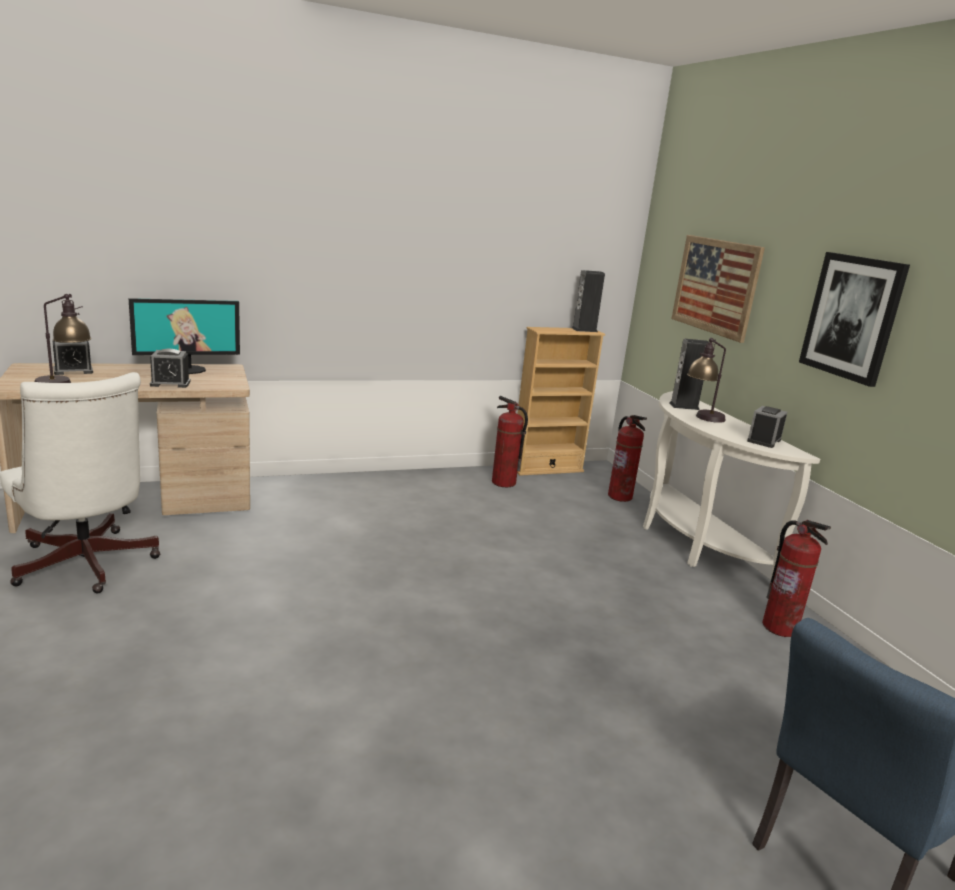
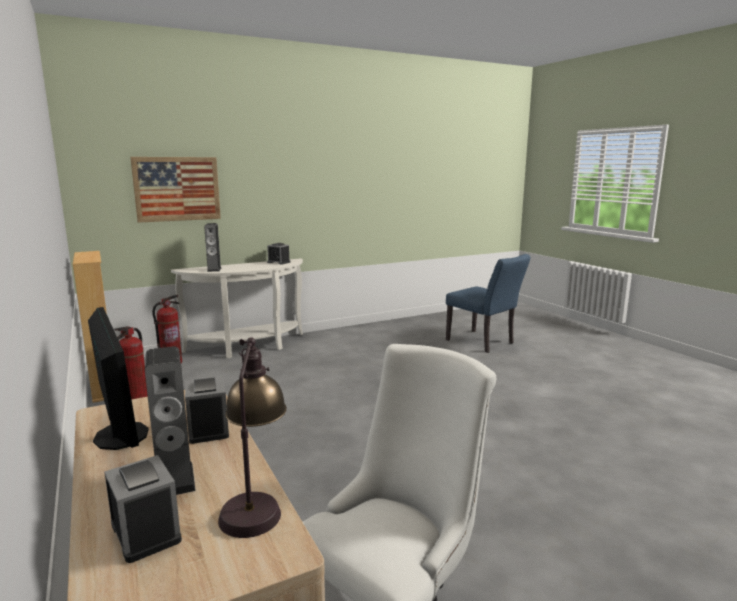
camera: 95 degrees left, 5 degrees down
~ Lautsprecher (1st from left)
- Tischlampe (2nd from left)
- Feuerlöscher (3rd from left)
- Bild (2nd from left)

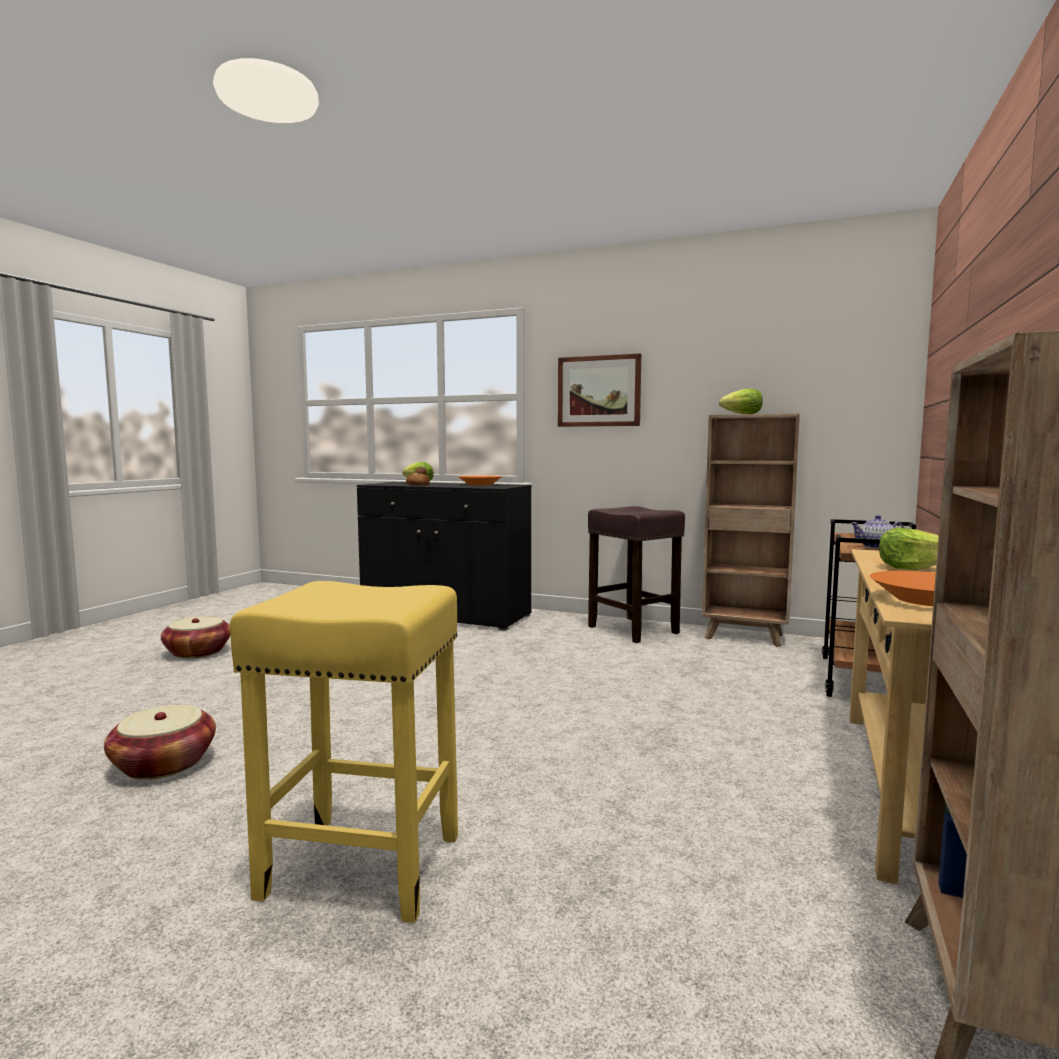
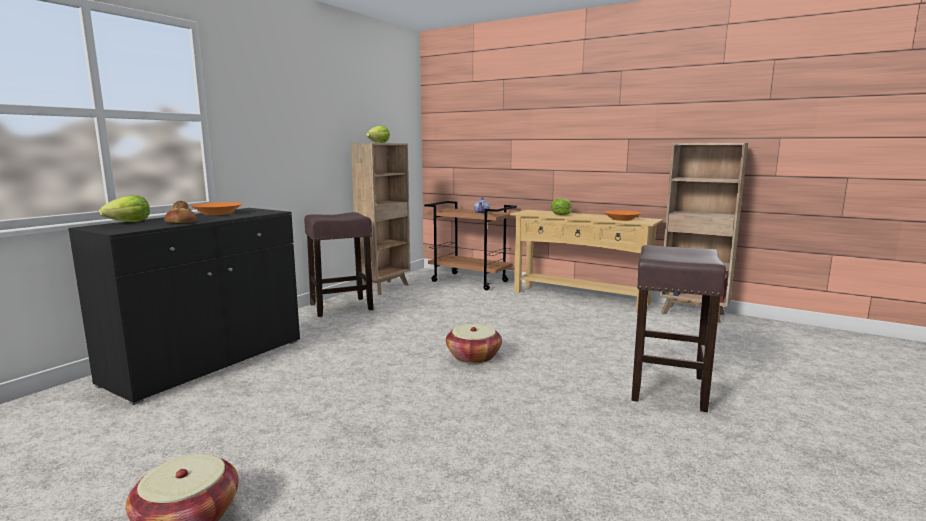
camera: 80 degrees left, 5 degrees up
~ Korb (1st from left in the first image) to Korb (2nd from left)
~ Hocker (gelb) to Hocker (braun) (2nd from left)
- Bild

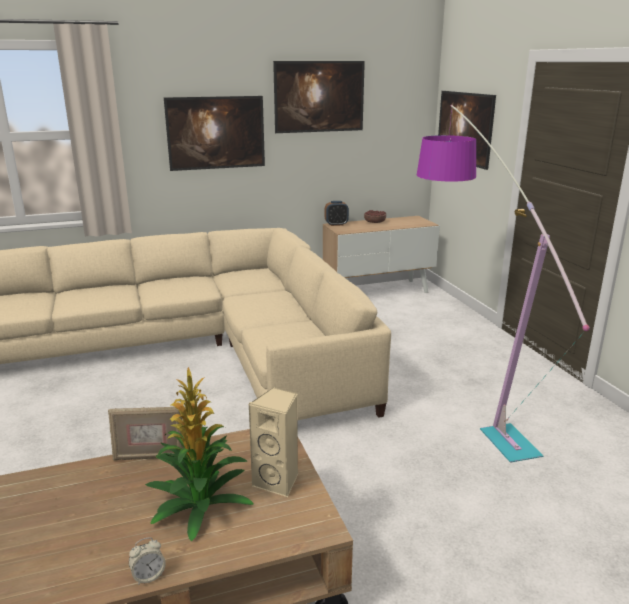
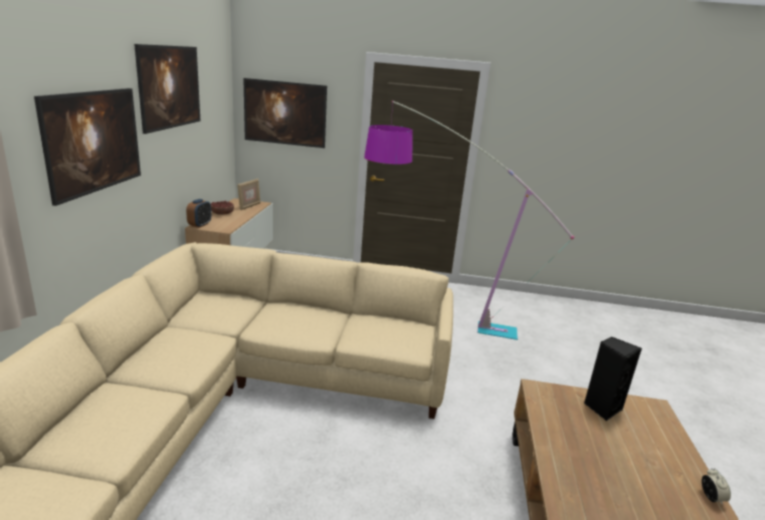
camera: 65 degrees left, 0 degrees up
~ Bilderrahmen
- Topfpflanze
~ Lautsprecher (beige) to Lautsprecher (schwarz)

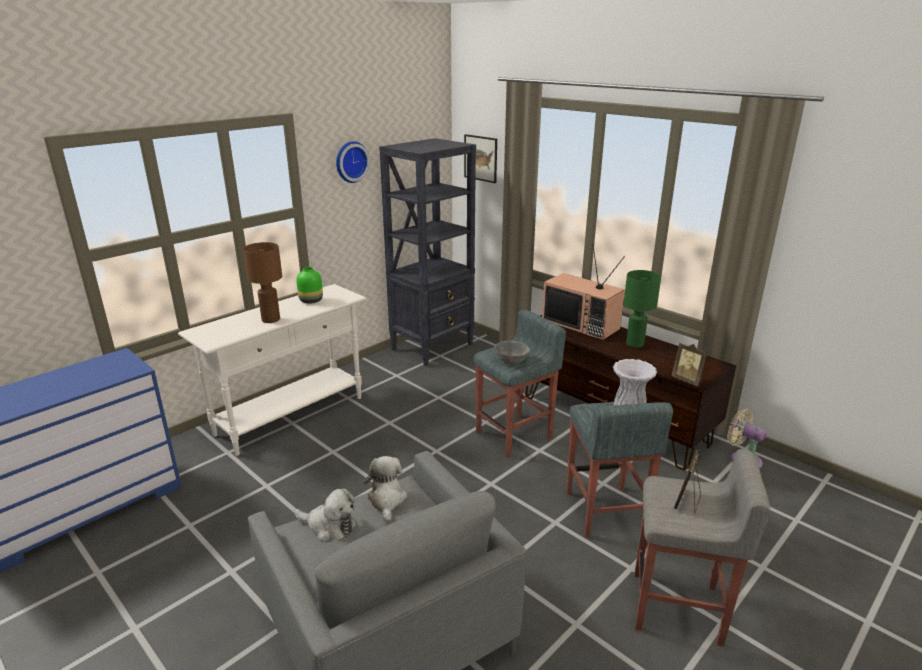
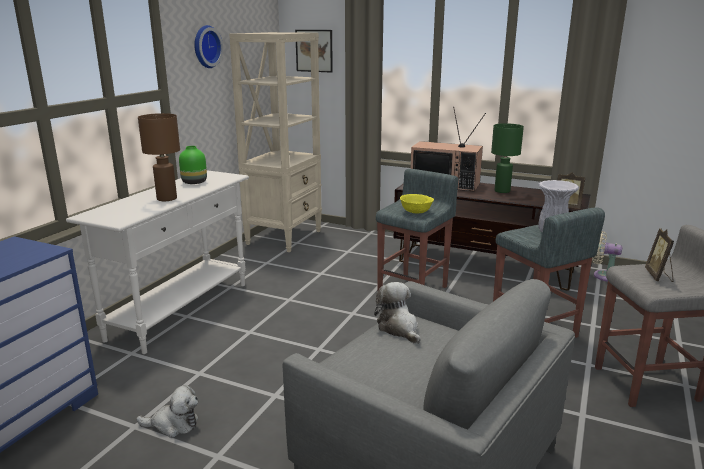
camera: 20 degrees left, 5 degrees down
~ Plüschtier (1st from left)
~ Bücherregal (schwarz) to Bücherregal (beige)
~ Schüssel (grau) to Schüssel (gelb)

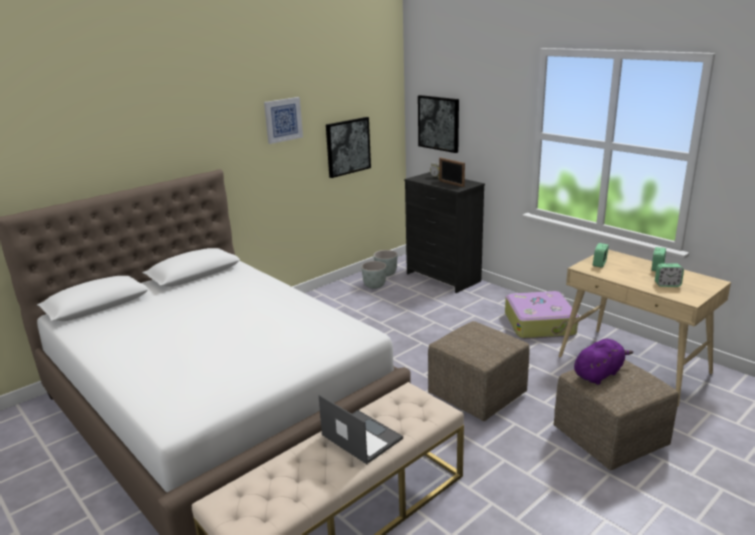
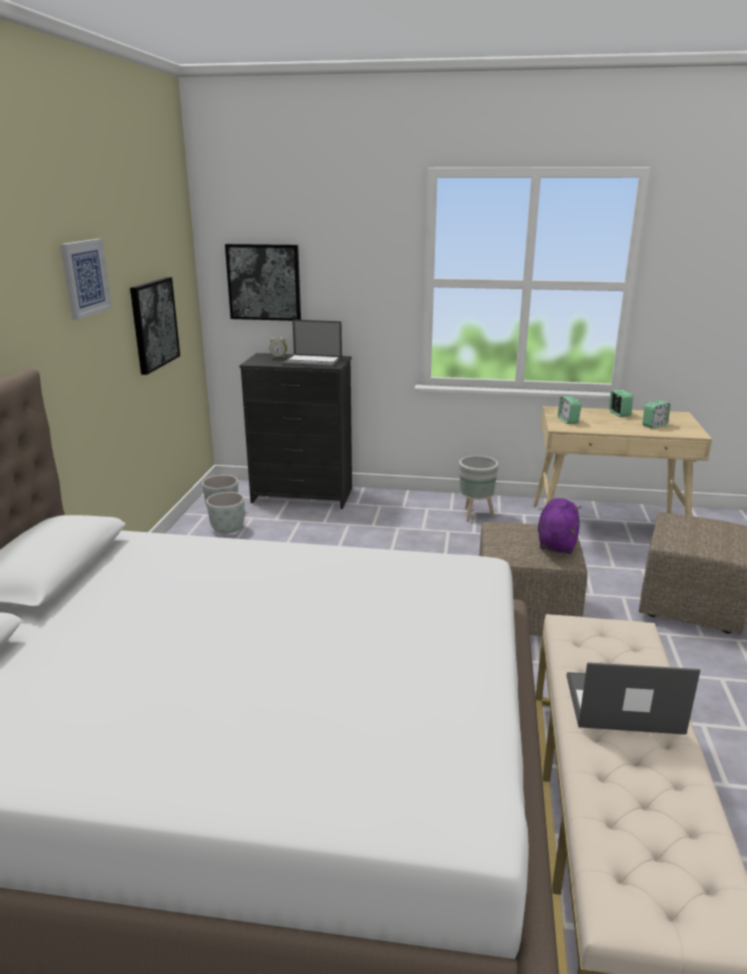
camera: 40 degrees left, 0 degrees up
~ Bilderrahmen to Laptop (1st from left)
~ Koffer to Pflanzkübel (grau) (3rd from left)
~ Plüschtier (lila)

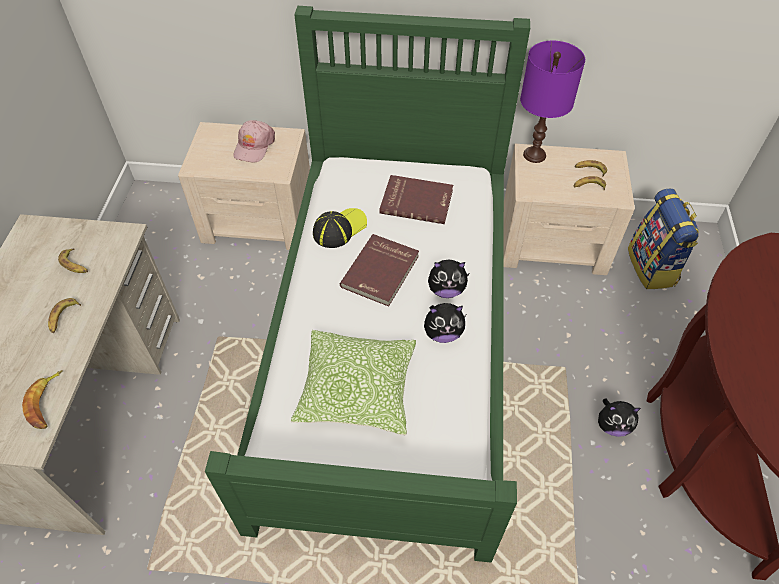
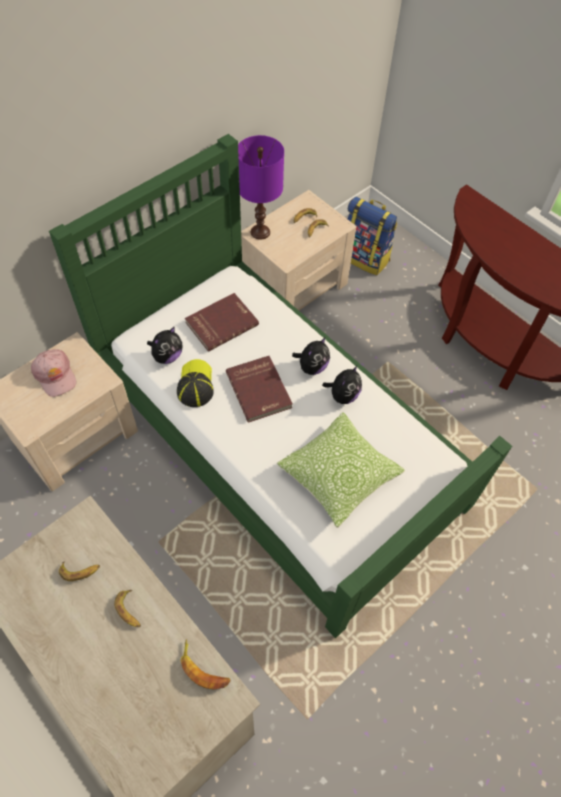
camera: 50 degrees left, 5 degrees up
~ Plüschtier (3rd from left in the first image) to Plüschtier (1st from left)

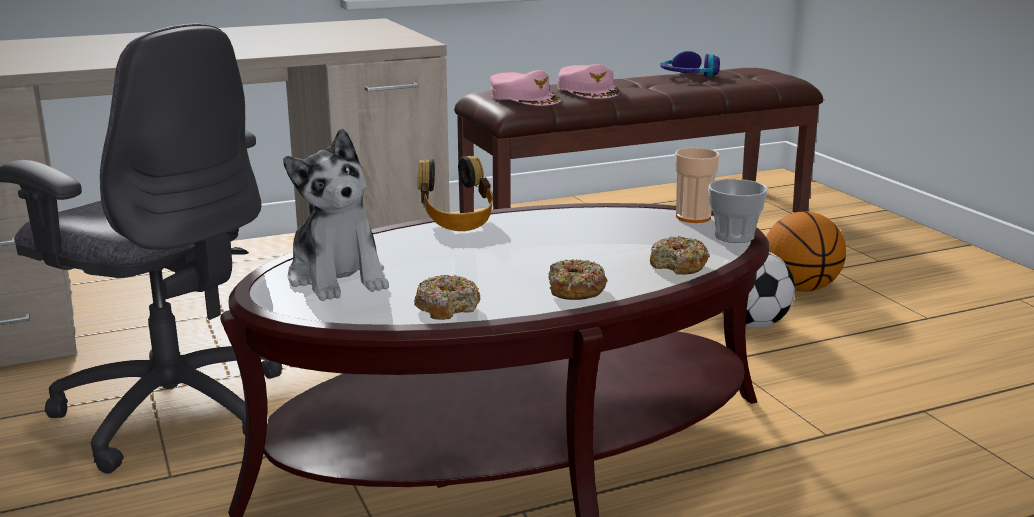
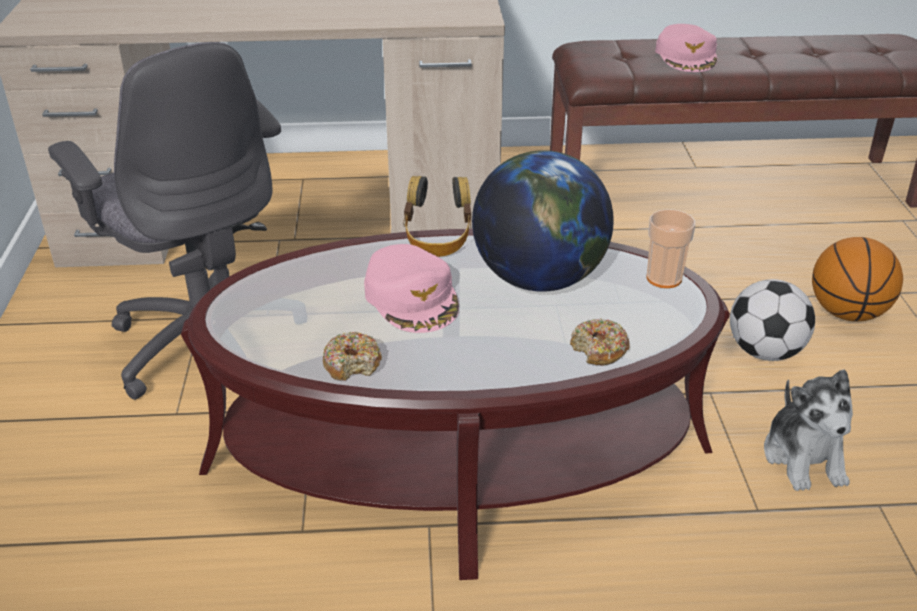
camera: 20 degrees right, 15 degrees up
~ Plüschtier
~ Kappe (rosa) (1st from left)
- Donut (2nd from left)
- Kopfhörer (2nd from left)
- Tasse (2nd from left)
+ Globus

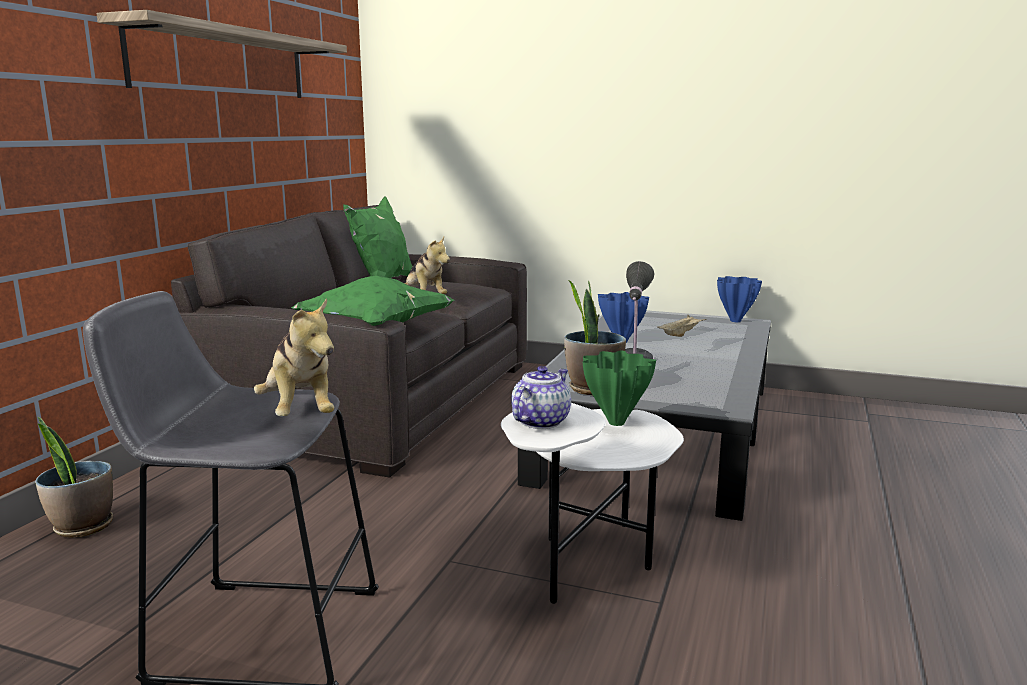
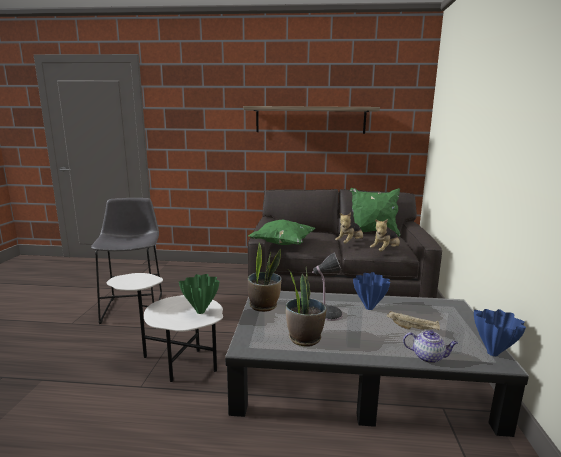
camera: 75 degrees right, 0 degrees up
~ Topfpflanze (1st from left in the first image) to Topfpflanze (2nd from left)
~ Plüschtier (1st from left in the first image) to Plüschtier (2nd from left)
~ Teekanne

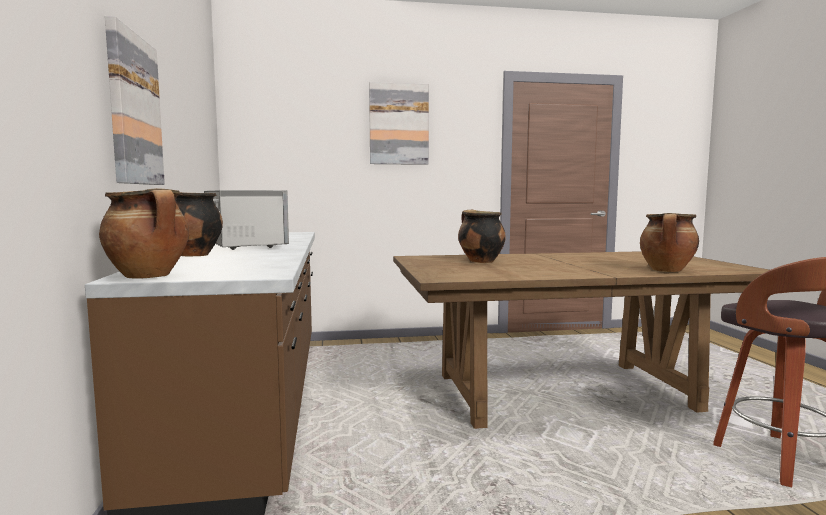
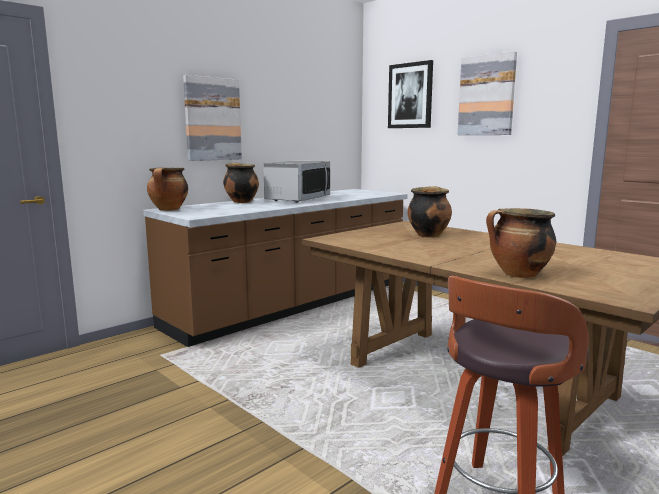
camera: 55 degrees right, 5 degrees up
+ Bild (2nd from left)

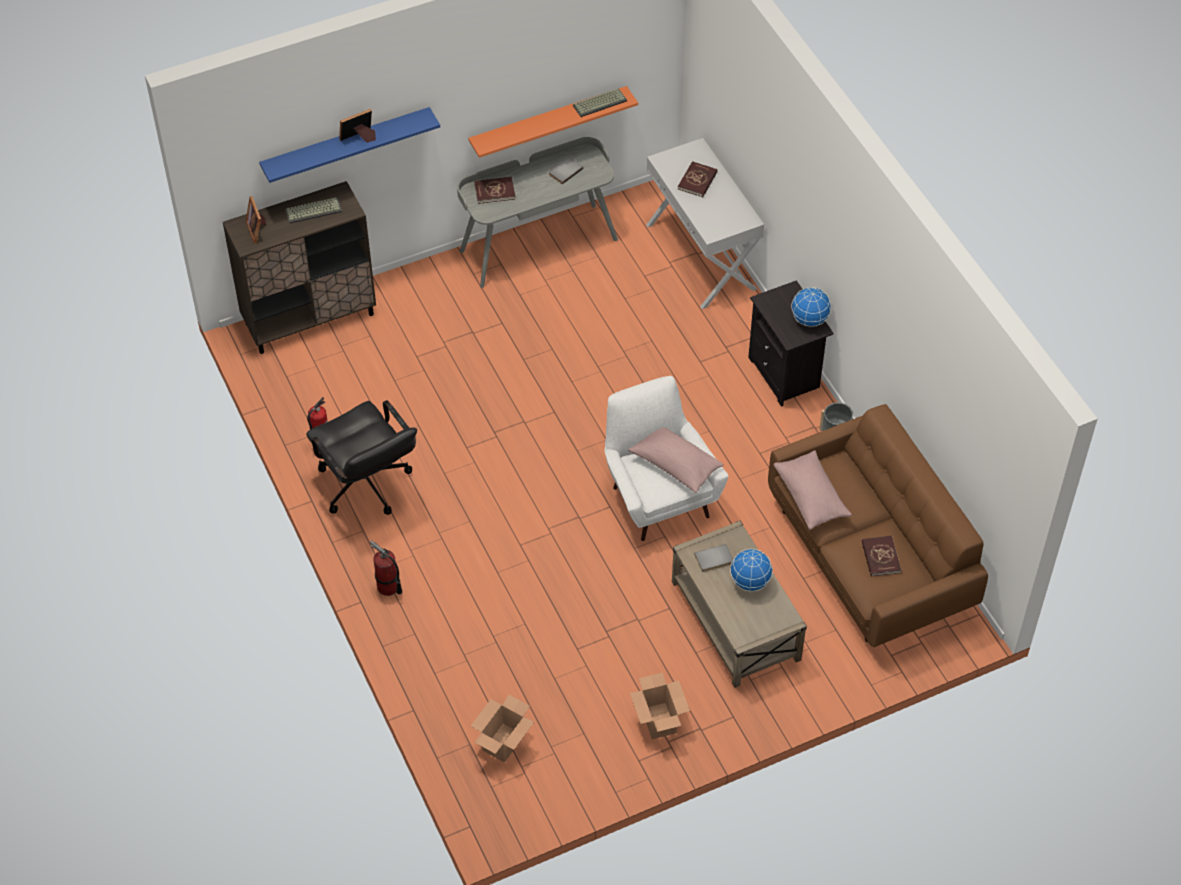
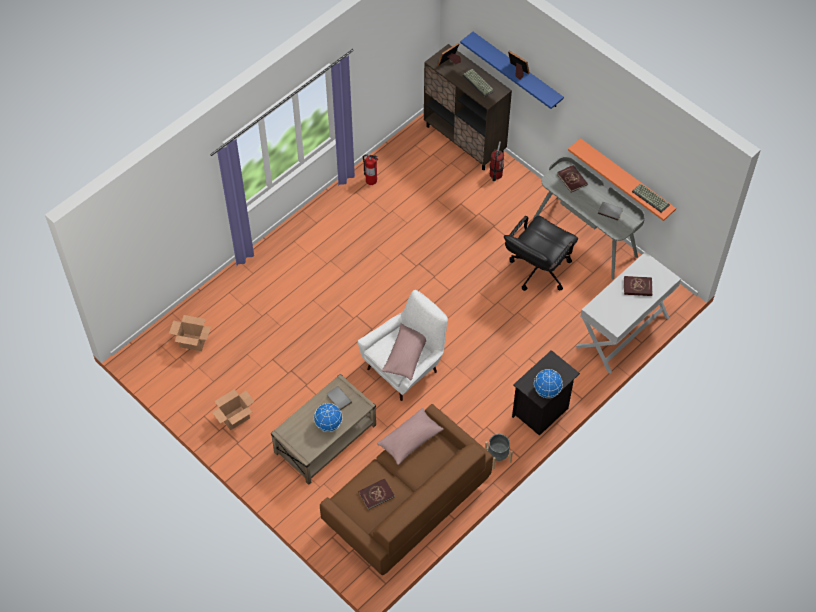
camera: 70 degrees right, 5 degrees up
~ Bürostuhl (schwarz)
~ Feuerlöscher (2nd from left)

